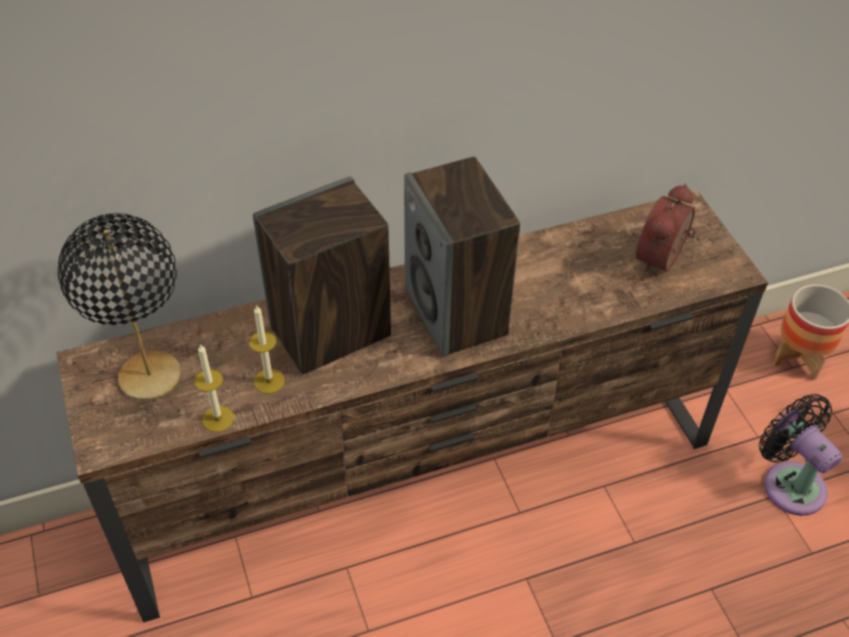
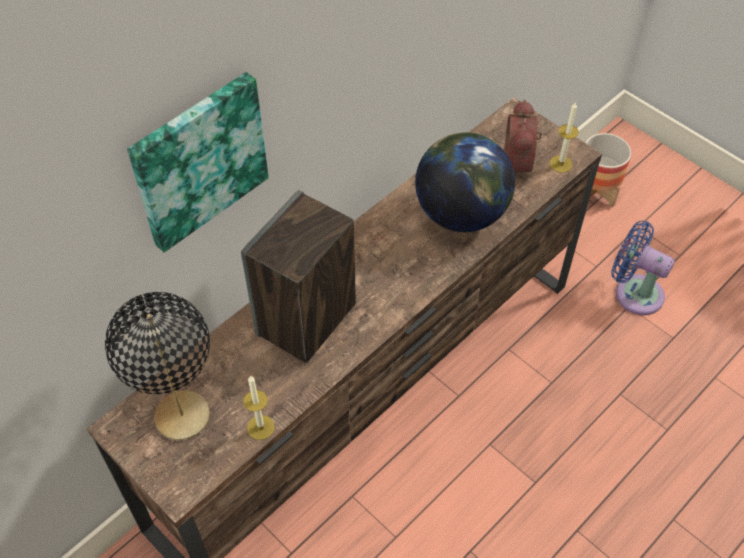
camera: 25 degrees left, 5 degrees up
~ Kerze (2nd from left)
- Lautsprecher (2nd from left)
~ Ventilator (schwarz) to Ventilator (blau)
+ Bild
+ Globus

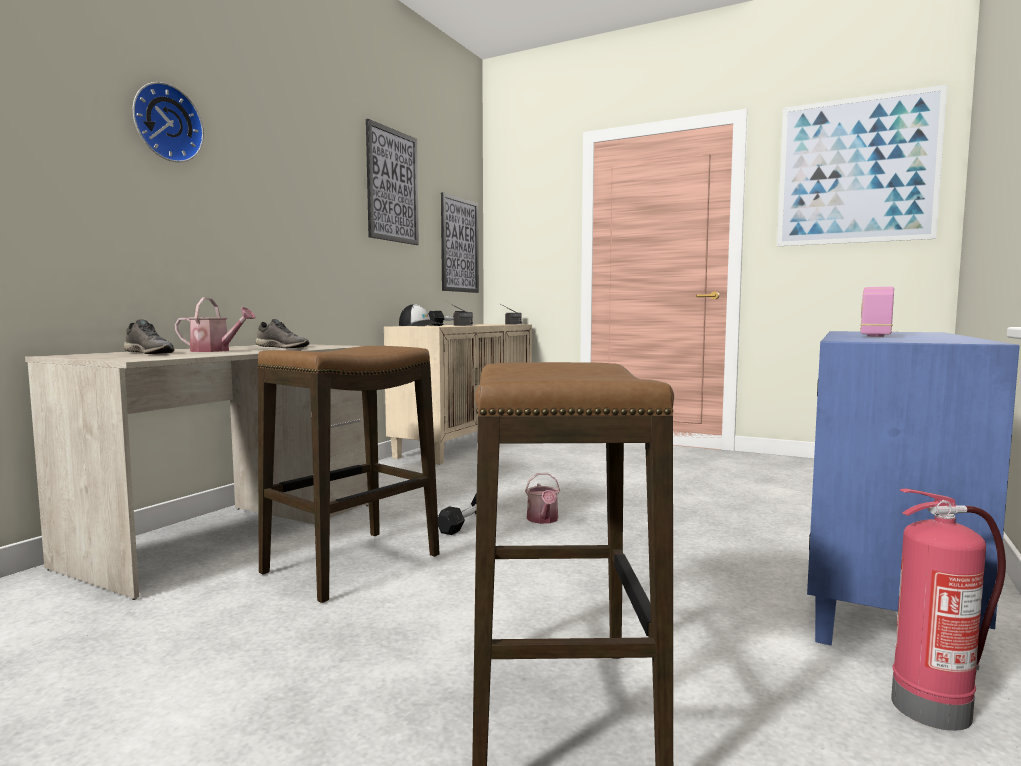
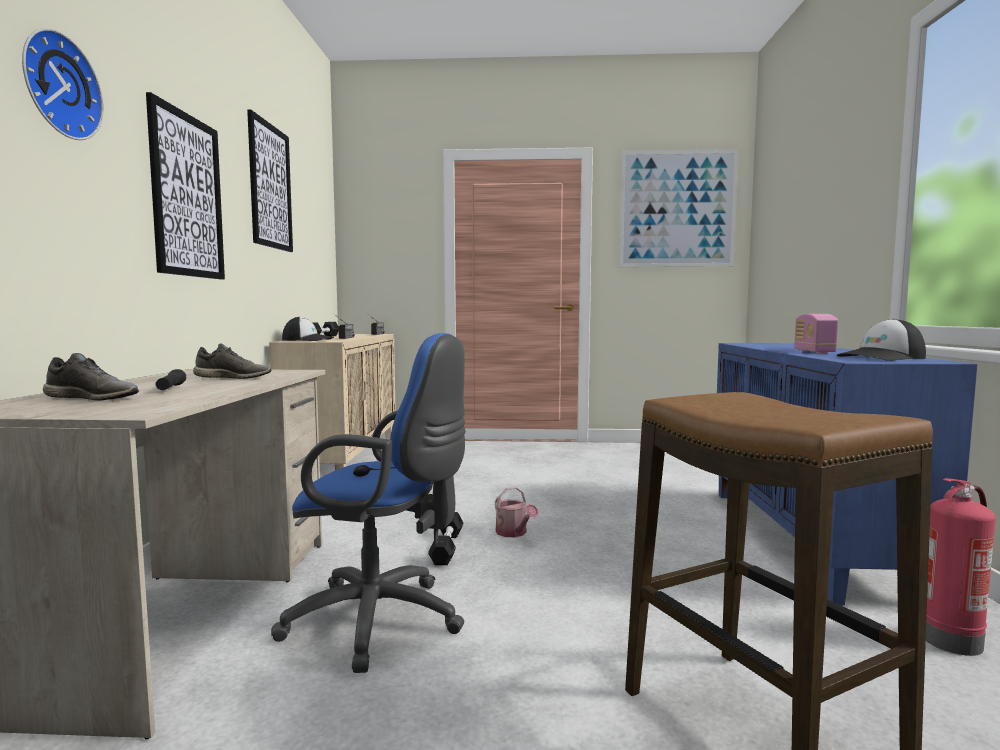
camera: 25 degrees left, 0 degrees up
~ Gießkanne (1st from left) to Taschenlampe (schwarz)
~ Hocker (1st from left) to Bürostuhl (blau)
~ Bild (2nd from left in the first image) to Bild (1st from left)
+ Kappe (2nd from left)

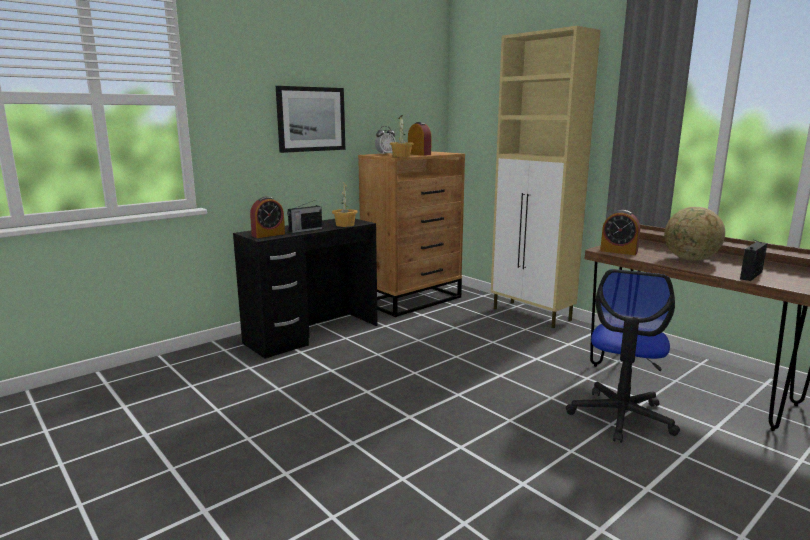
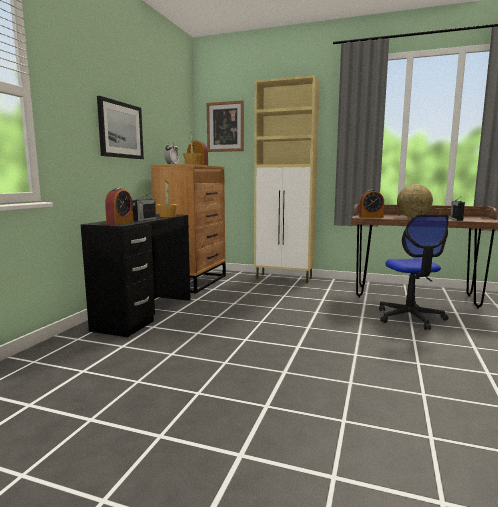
camera: 30 degrees left, 5 degrees down
+ Bild (2nd from left)

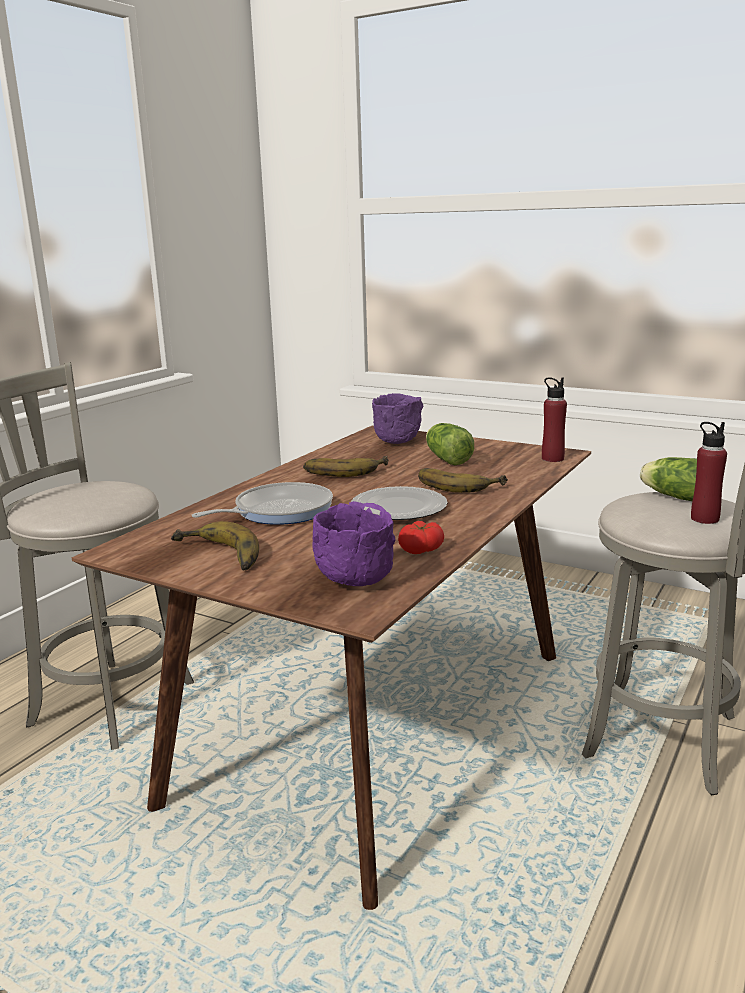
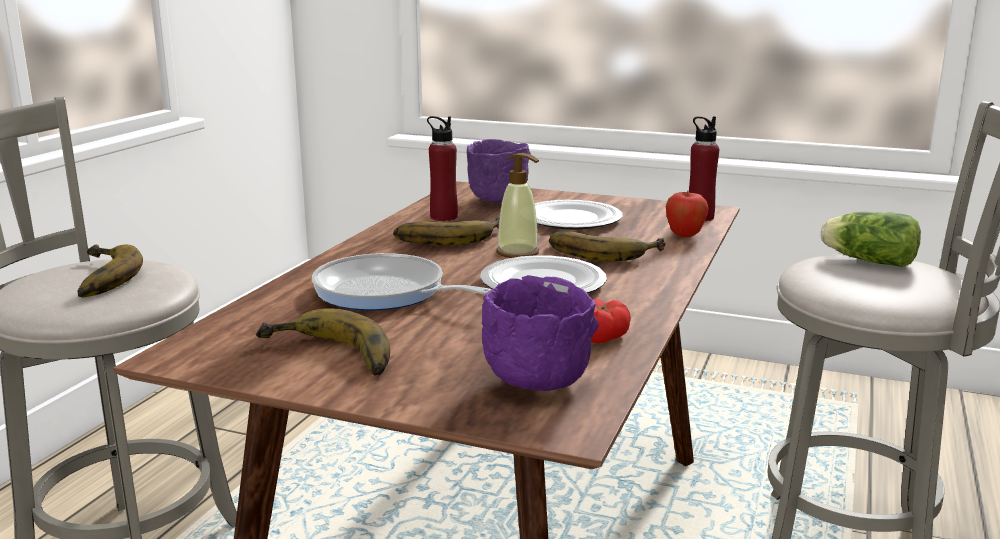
camera: 10 degrees left, 0 degrees up
~ Pfanne 105 degrees counterclockwise
~ Salatkopf (1st from left) to Teller (2nd from left)
~ Flasche (rot) (2nd from left in the first image) to Flasche (rot) (1st from left)
+ Banane (1st from left)
+ Seifenspender
+ Apfel

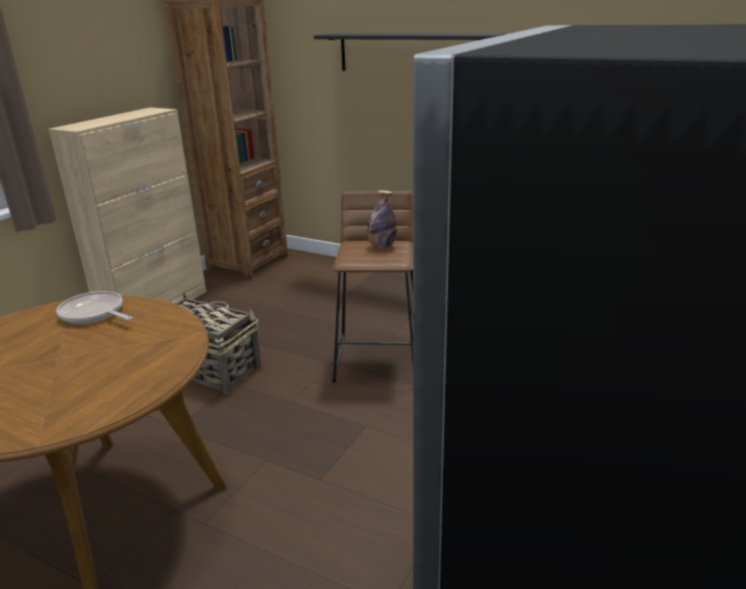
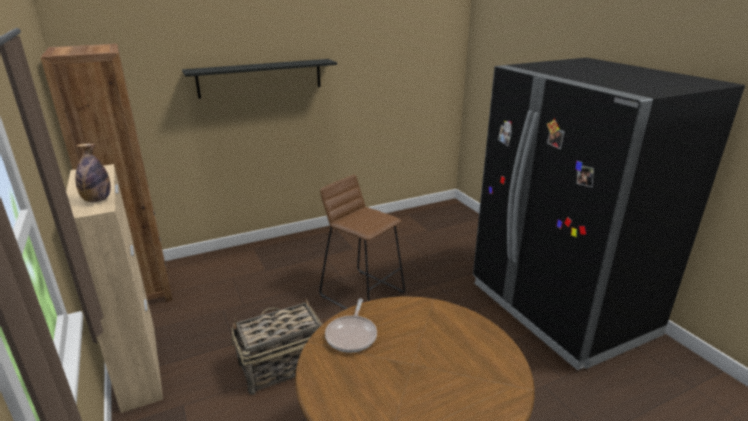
camera: 55 degrees left, 0 degrees up
~ Pfanne 60 degrees counterclockwise
~ Flasche

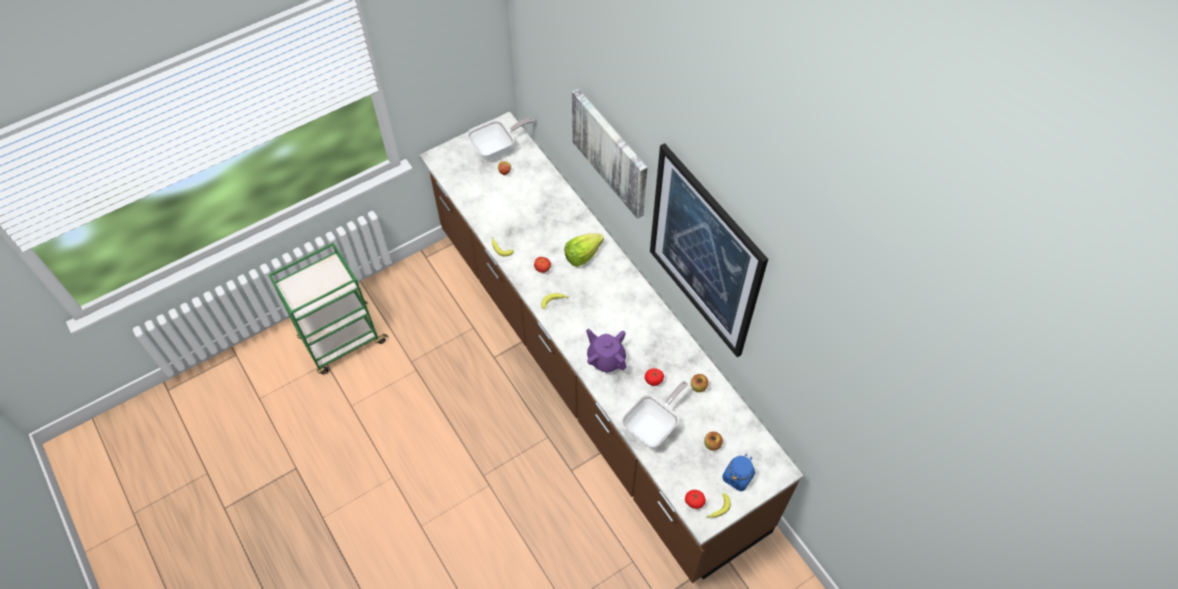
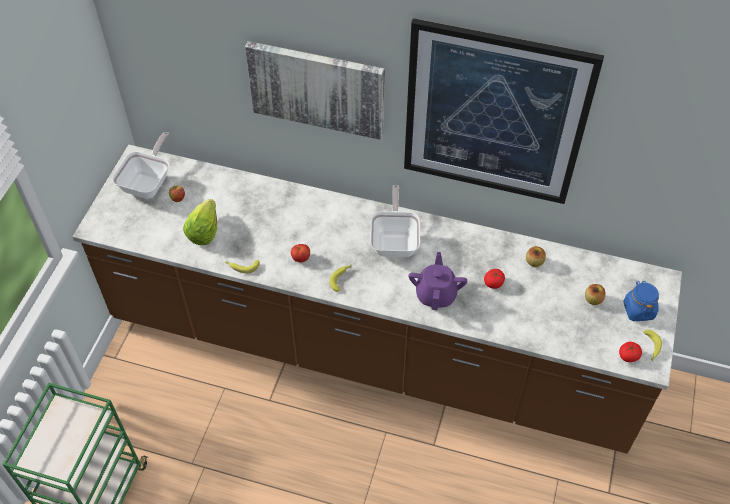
camera: 40 degrees left, 5 degrees down
~ Salatkopf
~ Teekanne (lila) 90 degrees clockwise
~ Pfanne (2nd from left)

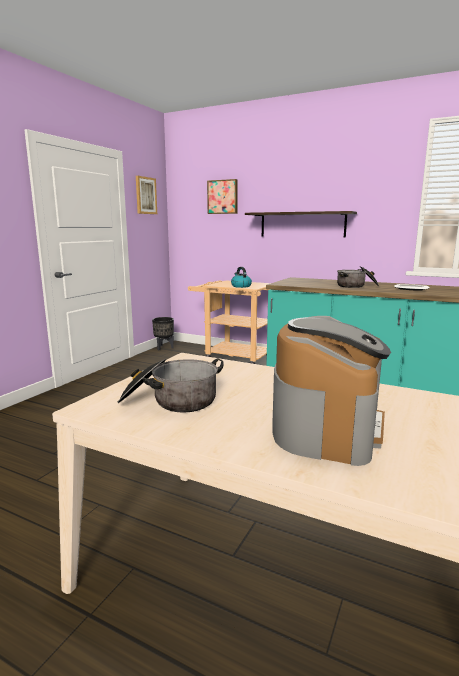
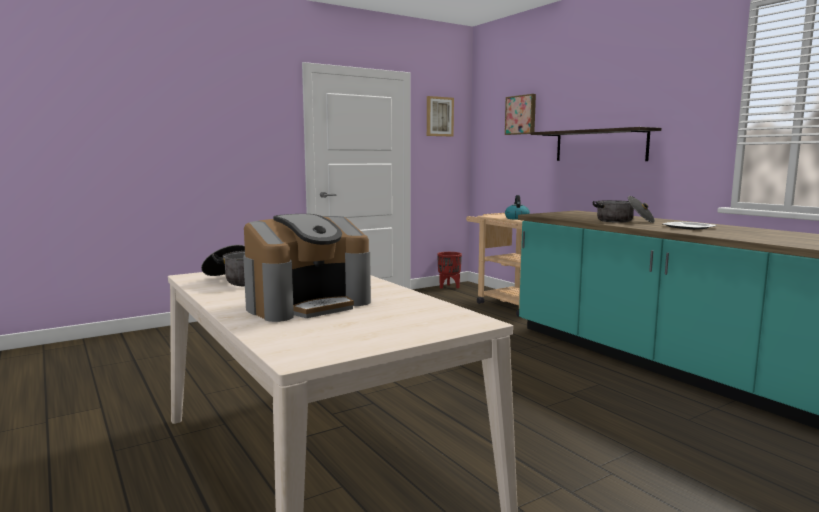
camera: 30 degrees right, 5 degrees down
~ Pflanzkübel (schwarz) to Pflanzkübel (rot)

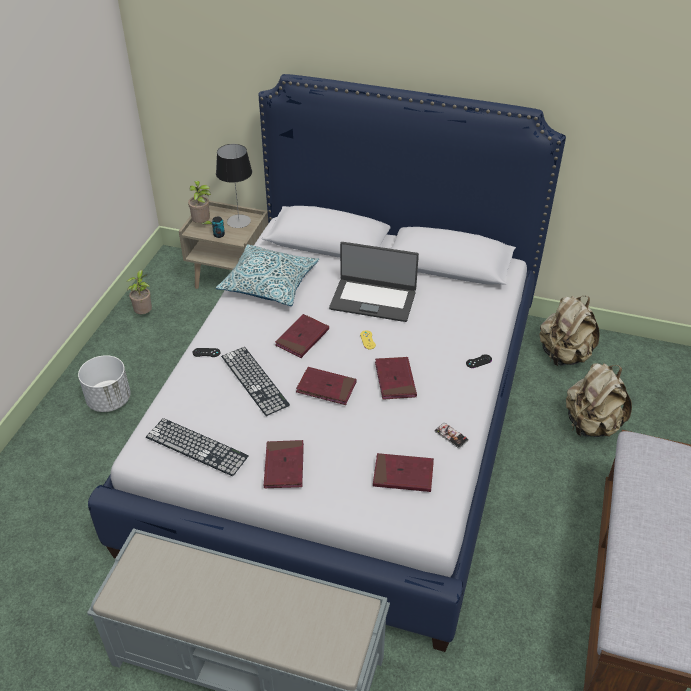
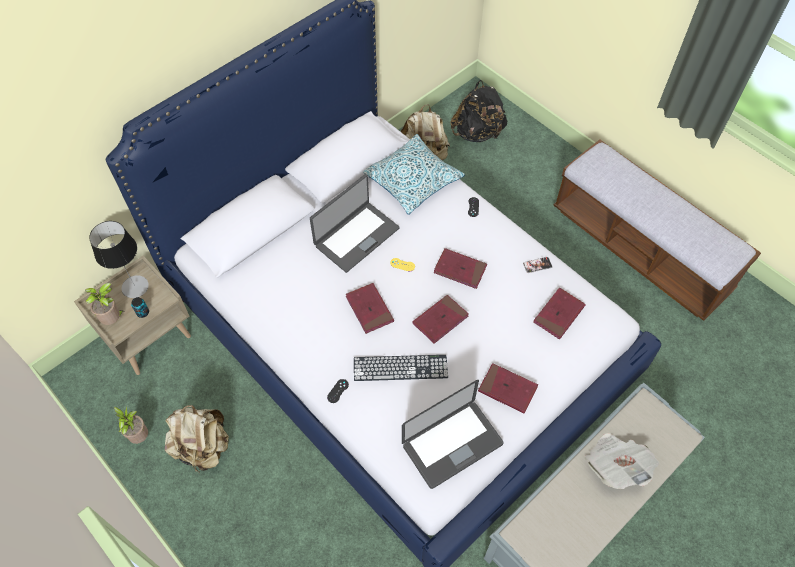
camera: 60 degrees left, 15 degrees up
- Pflanzkübel (weiß)
~ Tastatur (1st from left) to Laptop (2nd from left)
~ Kissen
~ Rucksack (beige) (2nd from left in the first image) to Rucksack (beige) (1st from left)
+ Rucksack (schwarz)
+ Zeitung

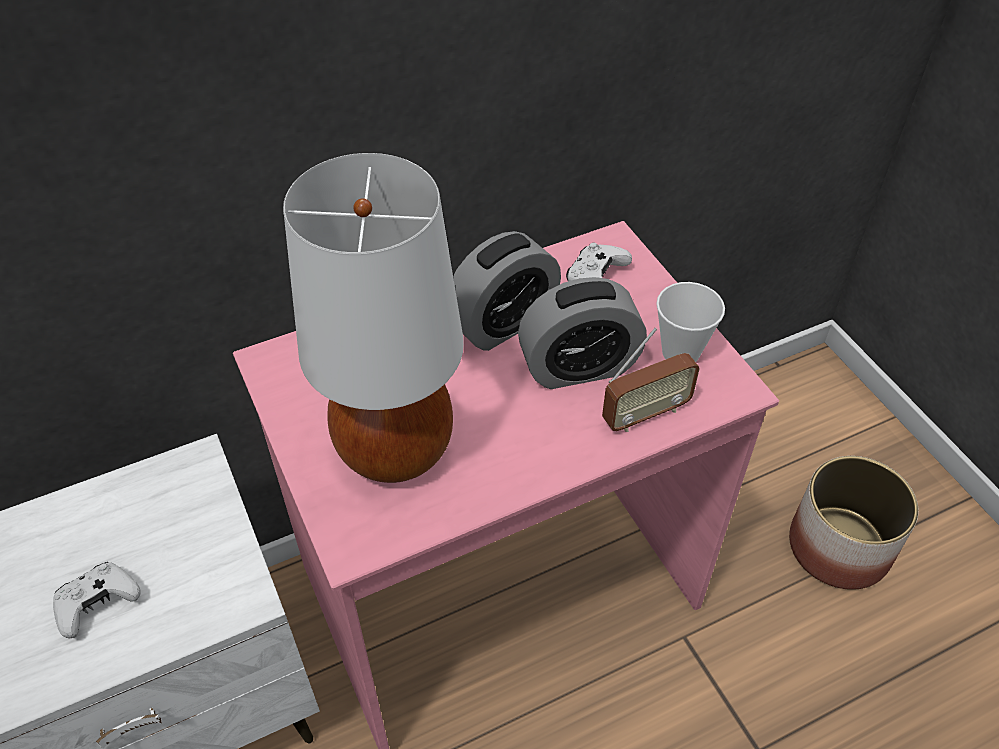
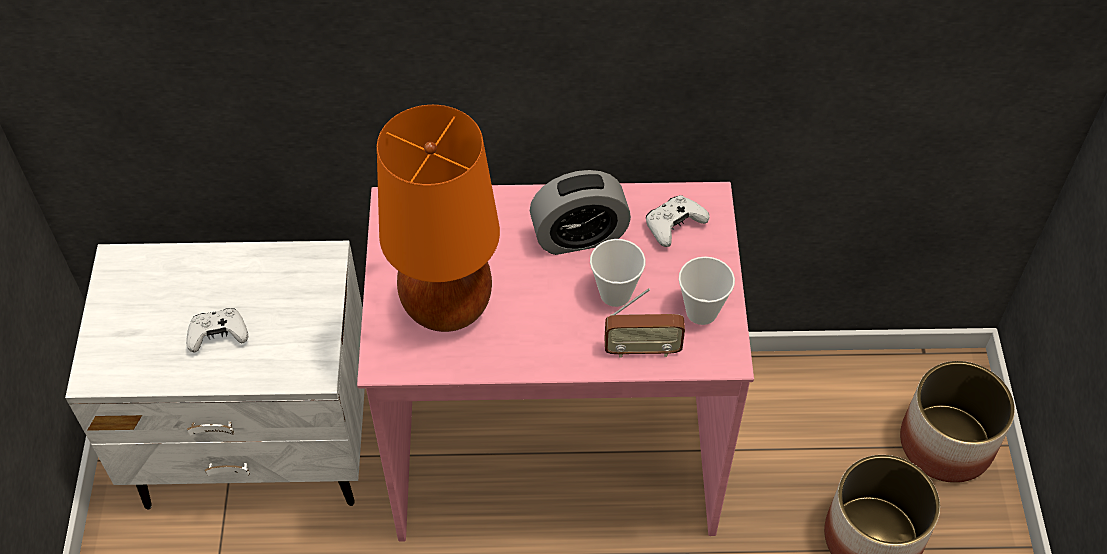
camera: 25 degrees right, 5 degrees up
~ Tischlampe (weiß) to Tischlampe (orange)
~ Wecker (2nd from left) to Tasse (1st from left)
+ Pflanzkübel (2nd from left)

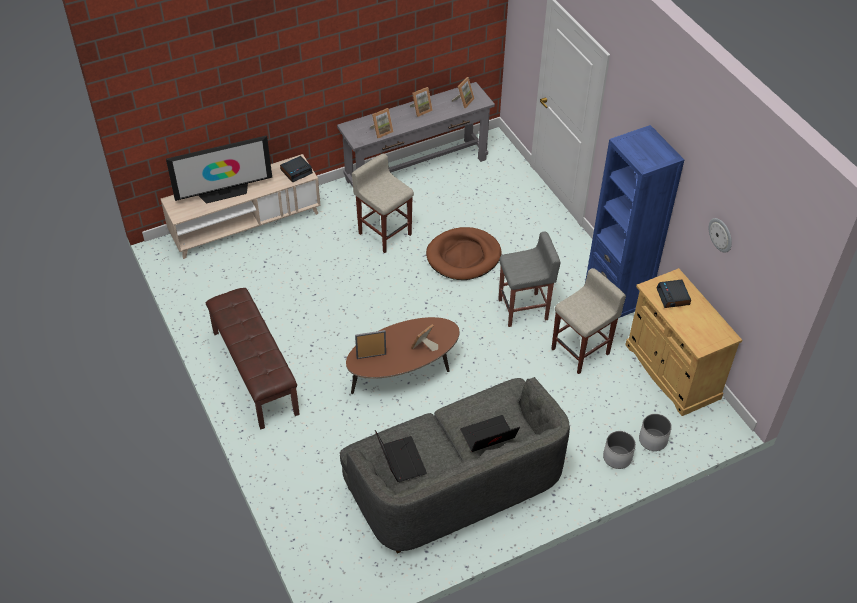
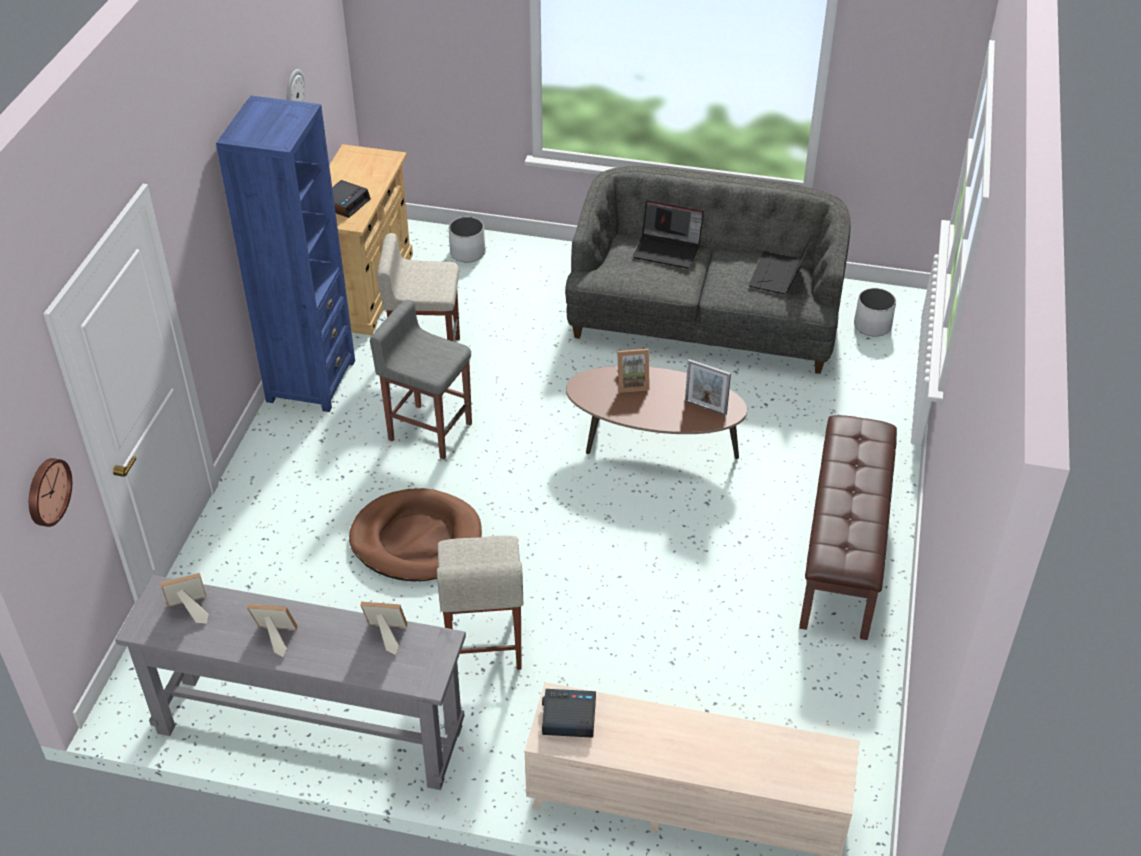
camera: 140 degrees left, 5 degrees down
- Fernseher
~ Pflanzkübel (weiß) (1st from left in the first image) to Pflanzkübel (weiß) (2nd from left)
+ Wanduhr (1st from left)

